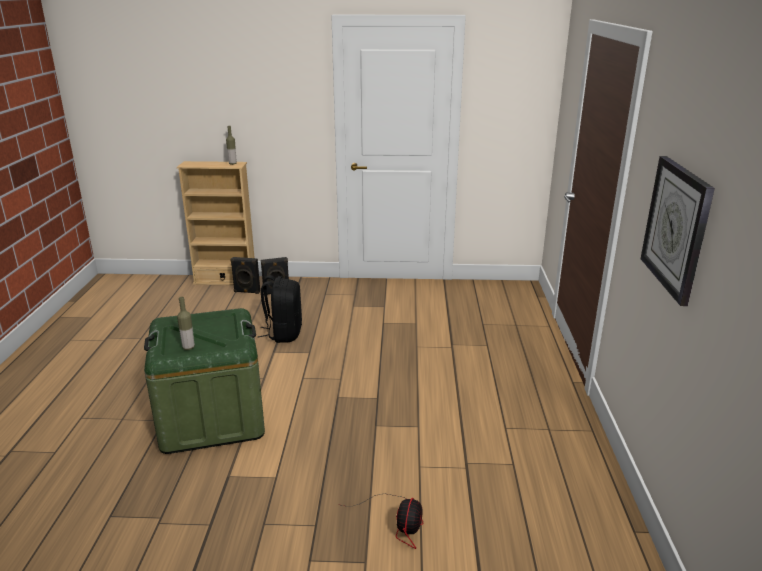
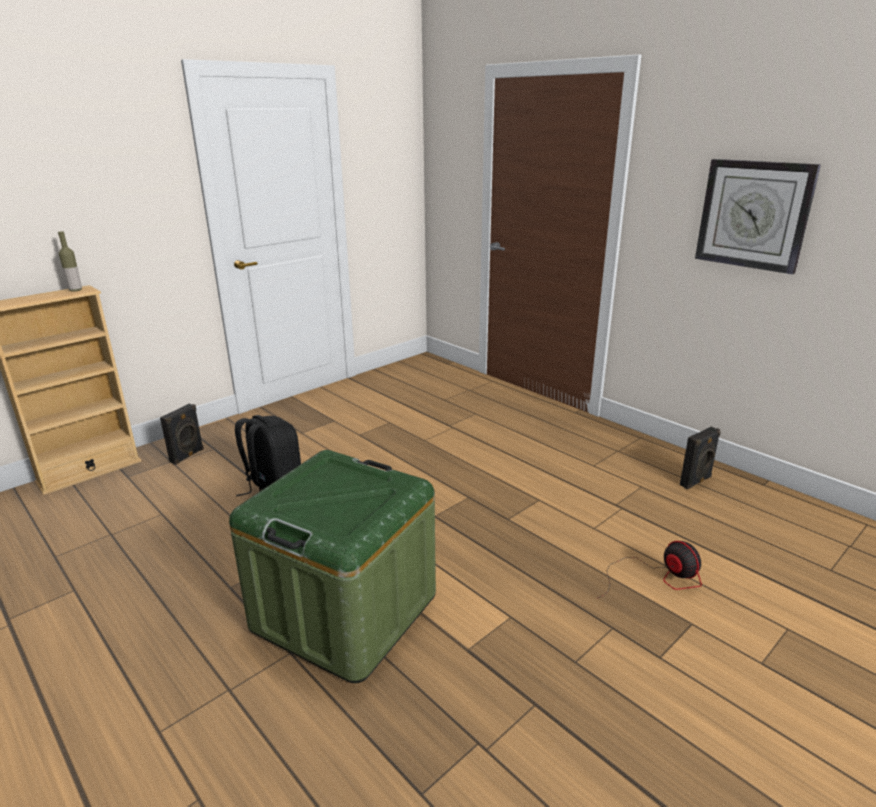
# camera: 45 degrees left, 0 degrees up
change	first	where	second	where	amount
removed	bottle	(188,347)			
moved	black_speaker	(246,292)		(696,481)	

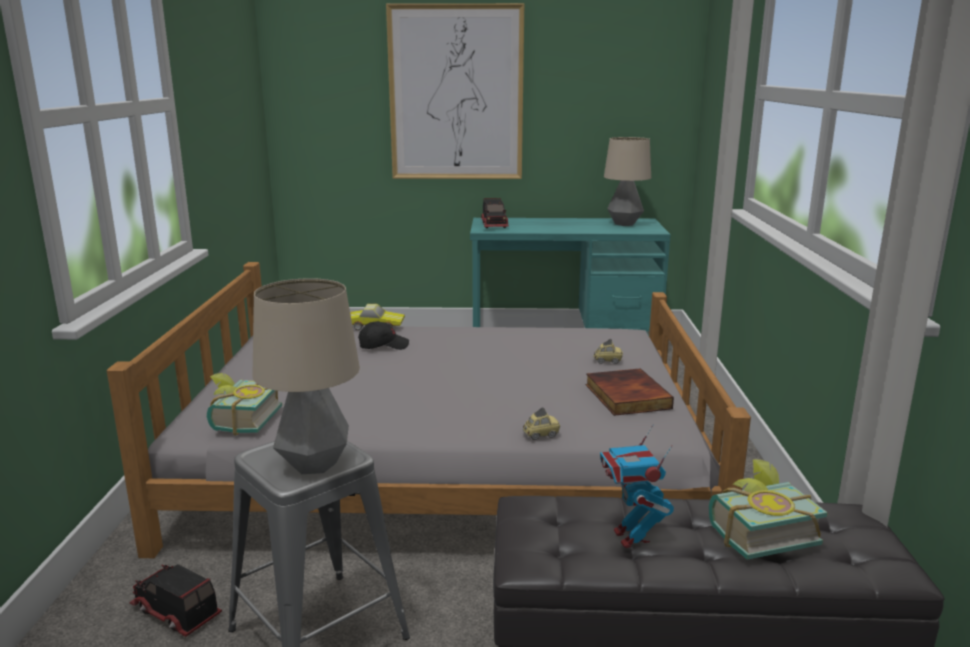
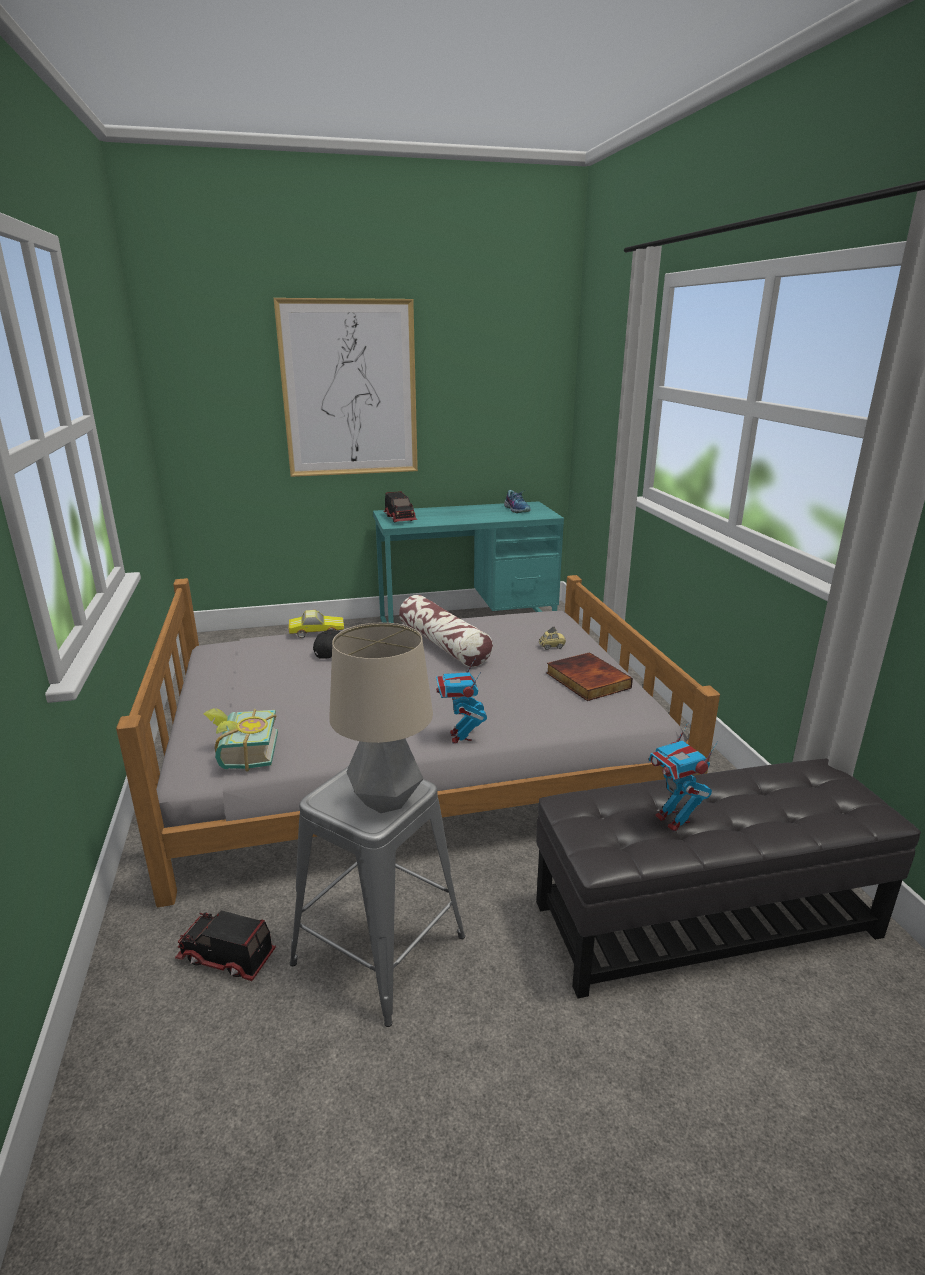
# camera: 15 degrees left, 5 degrees up
change	first	where	second	where	amount
removed	toy_car	(541,435)			
replaced	table_lamp	(624,224)	shoe	(517,509)	
removed	book	(756,532)			
added			pillow	(444,645)	
added			toy_robot	(460,737)	

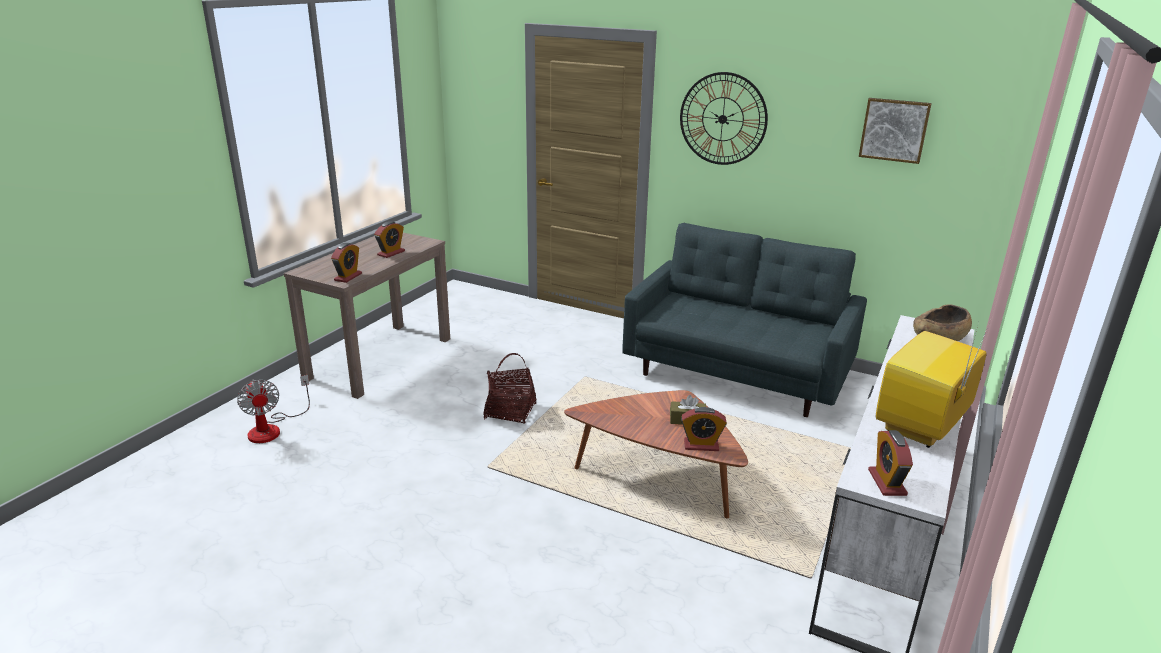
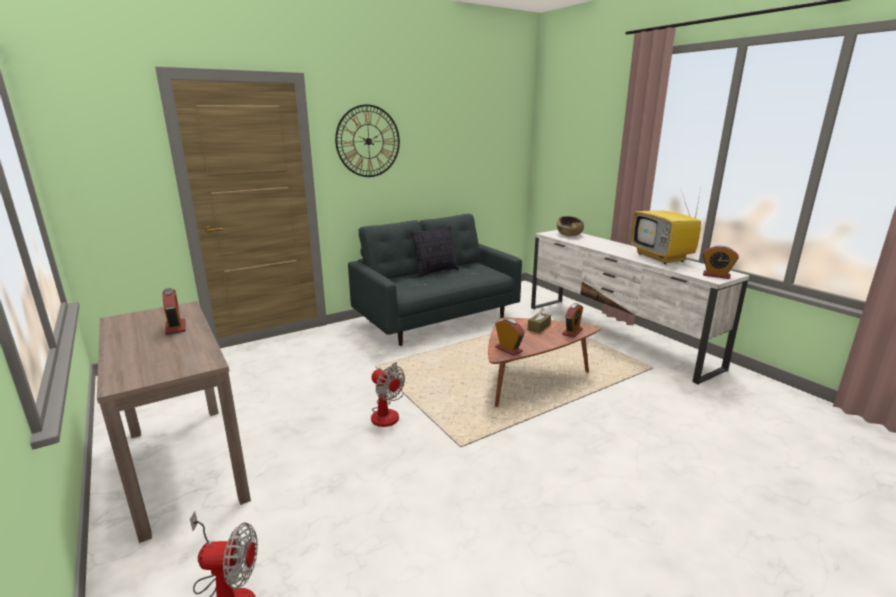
# camera: 60 degrees left, 5 degrees down
change	first	where	second	where	amount
moved	alarm_clock	(348,277)		(508,349)	
replaced	basket	(510,411)	fan	(387,412)	
removed	picture	(894,130)			
added			pillow	(435,272)	

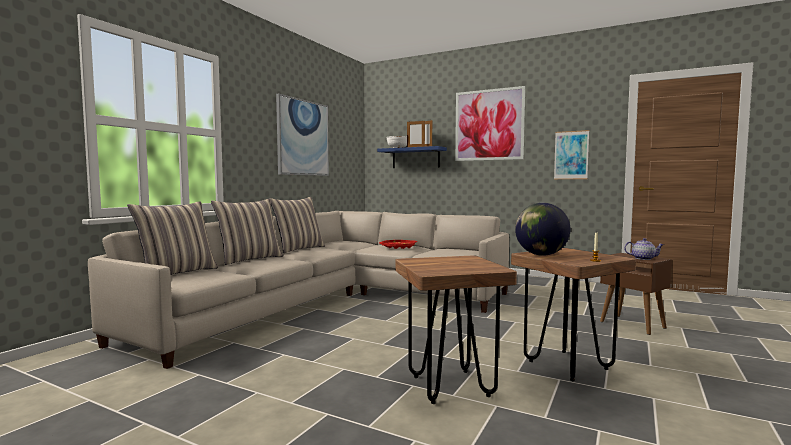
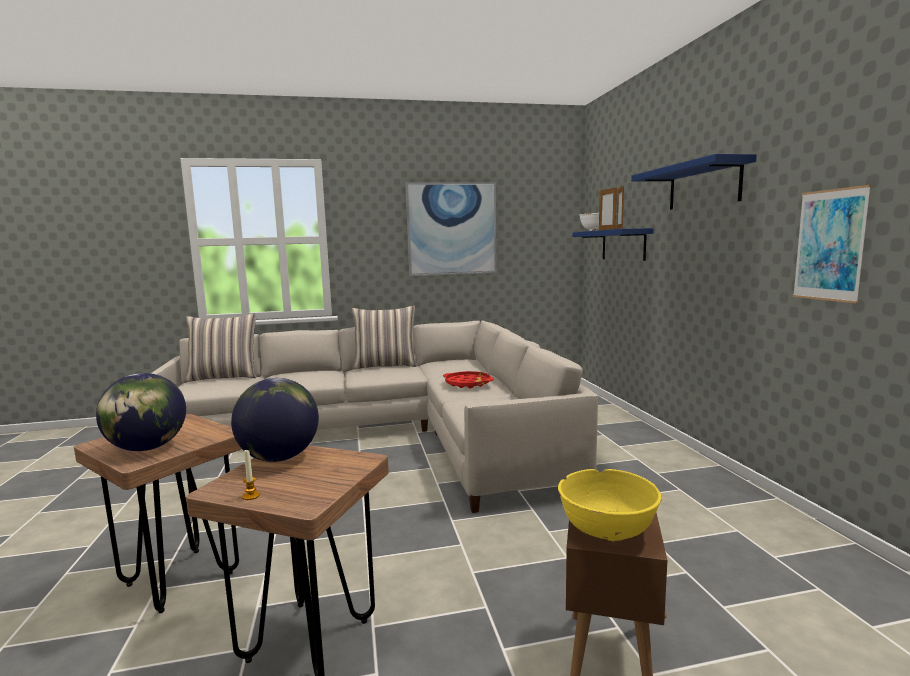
# camera: 50 degrees right, 5 degrees up
change	first	where	second	where	amount
removed	pillow	(249,259)			
replaced	picture	(489,125)	blue_shelf	(703,186)	
replaced	teapot	(643,258)	yellow_bowl	(607,530)	
added			globe	(147,448)	

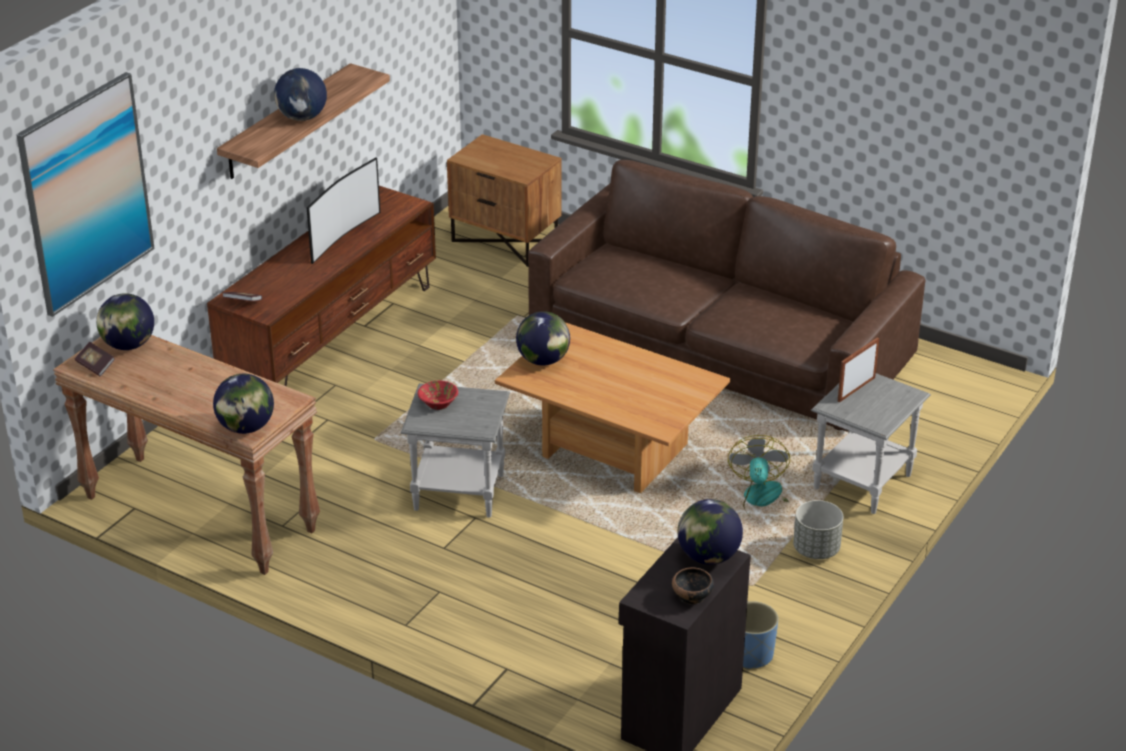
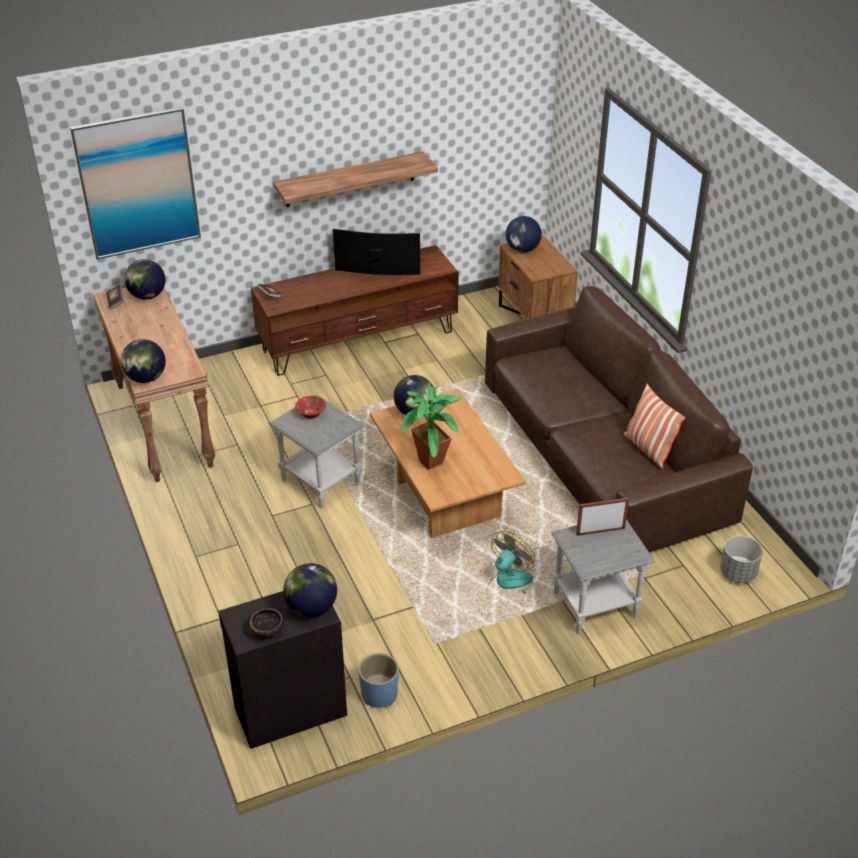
# camera: 35 degrees right, 5 degrees up
change	first	where	second	where	amount
moved	globe	(302,118)		(522,249)	
turned	television	(342,236)		(377,273)	150 degrees counterclockwise
moved	grey_planter	(816,550)		(738,573)	
added			potted_plant	(431,465)	
added			pillow	(648,449)	

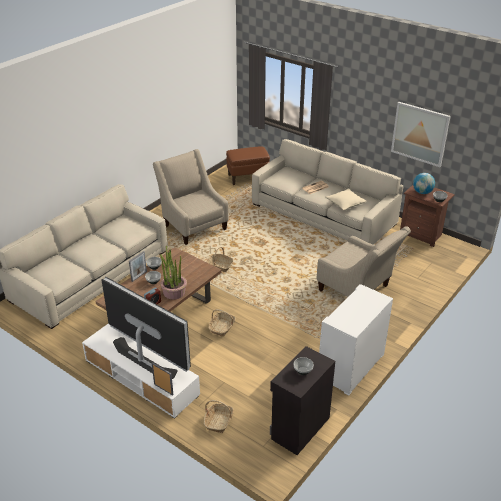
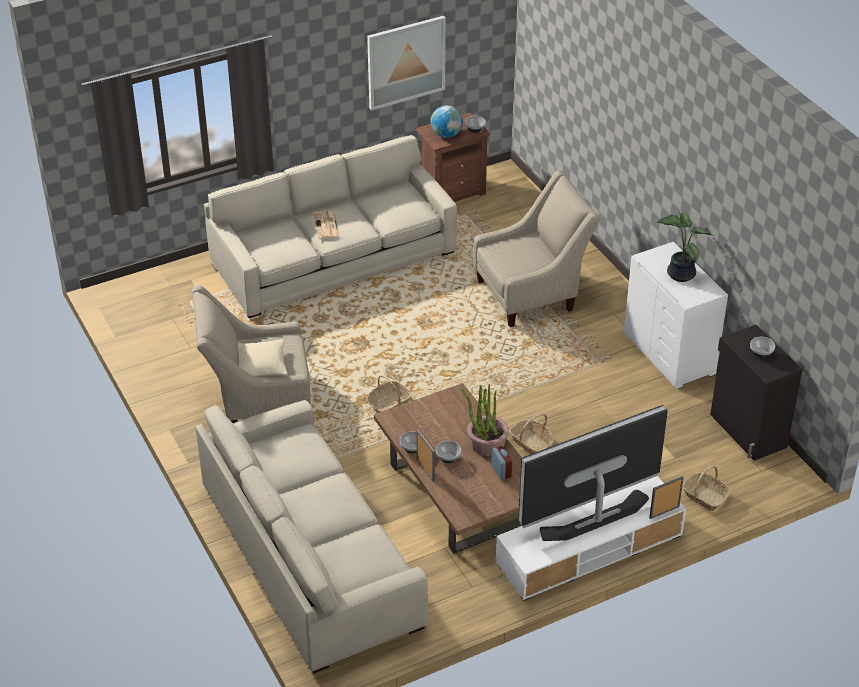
# camera: 65 degrees left, 5 degrees up
change	first	where	second	where	amount
removed	brown_ottoman	(248,177)			
moved	beige_pillow	(345,203)		(260,366)	
added			potted_plant	(679,274)	

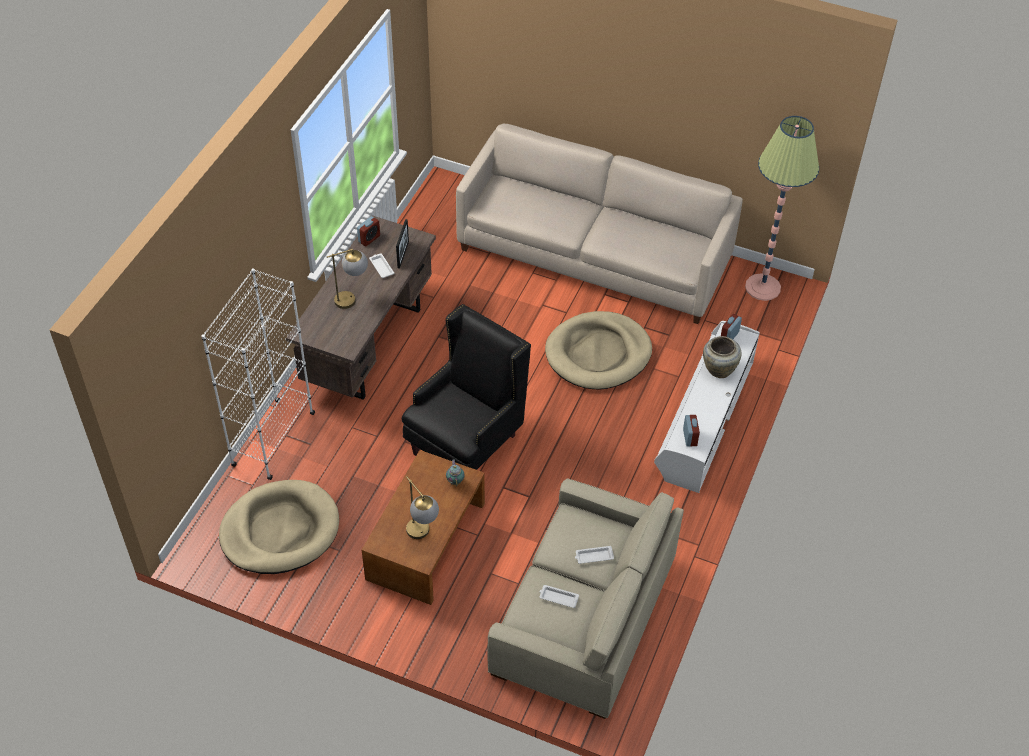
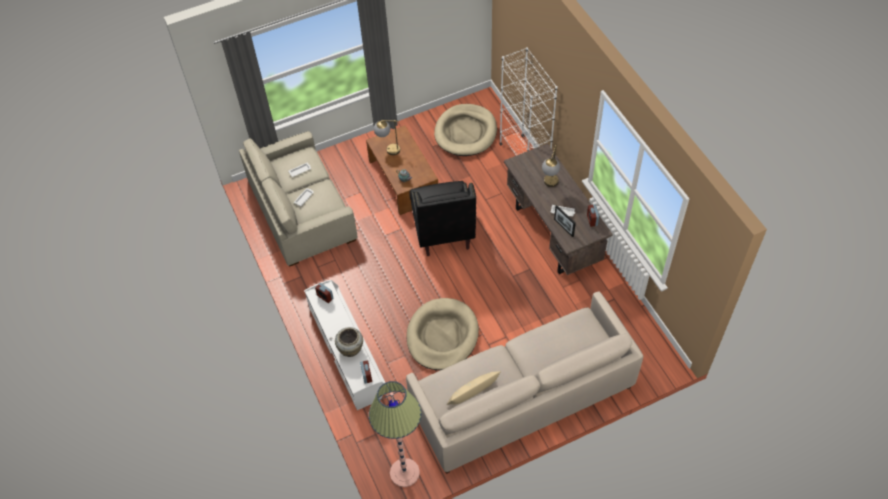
# camera: 135 degrees right, 5 degrees up
change	first	where	second	where	amount
added			beige_pillow	(473,393)	

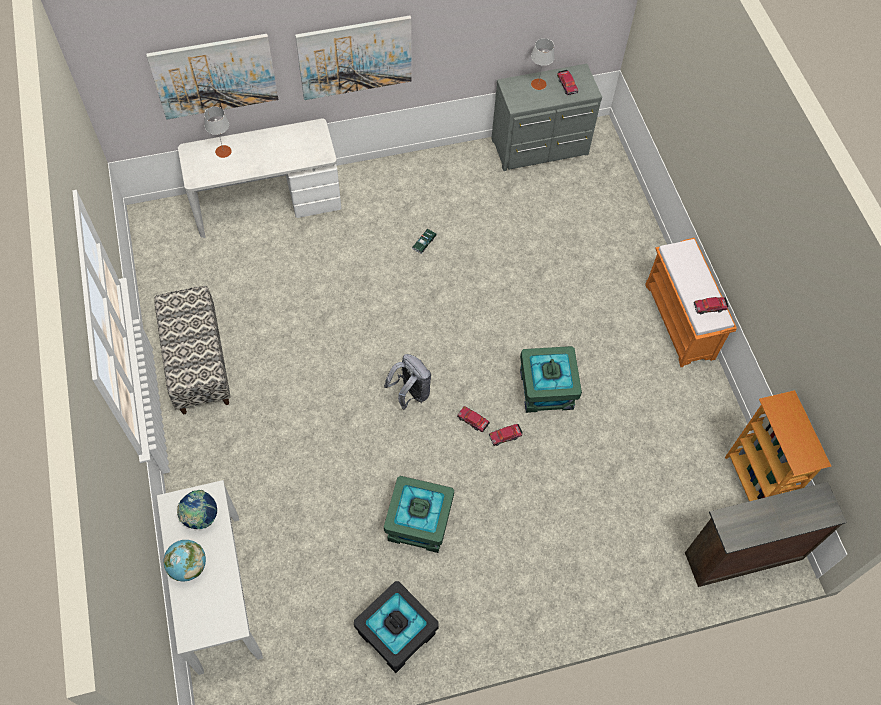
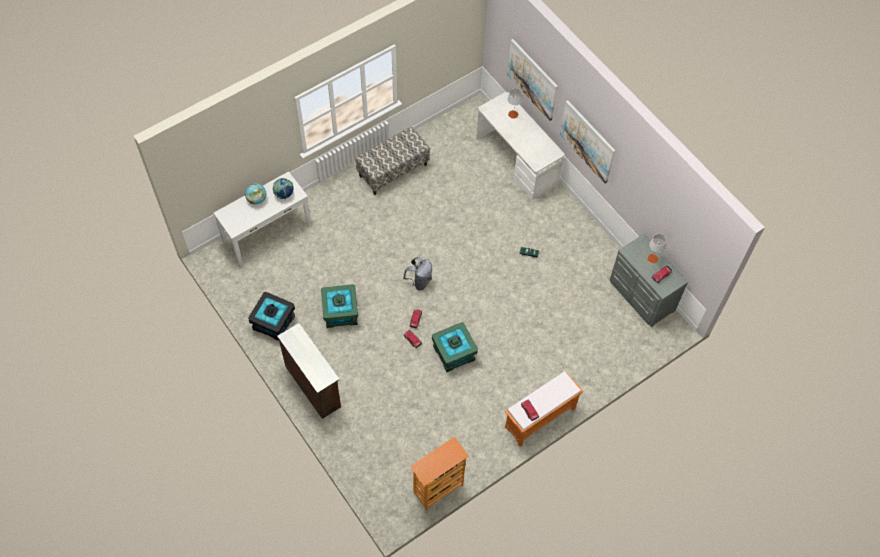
# camera: 70 degrees right, 0 degrees up
change	first	where	second	where	amount
moved	brown_dresser	(742,554)		(313,385)	

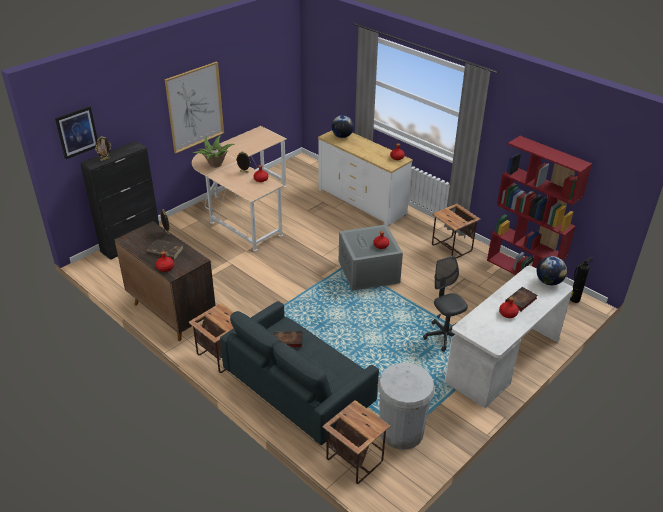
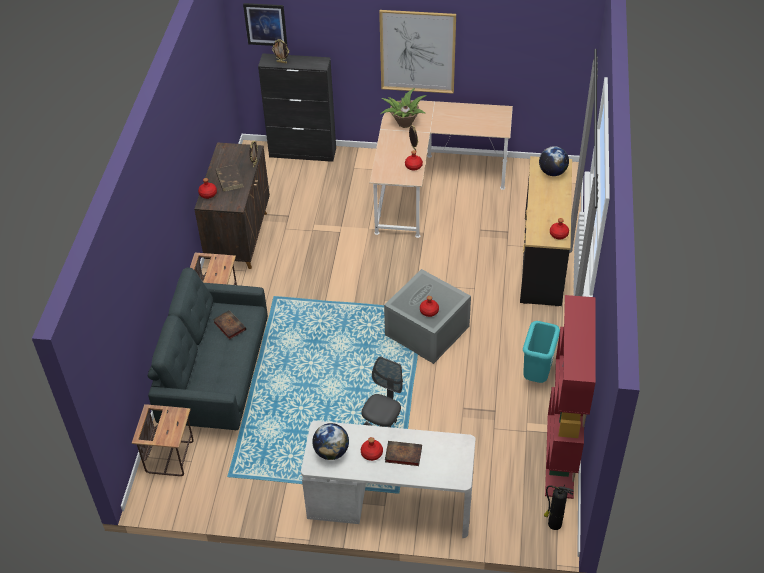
# camera: 55 degrees right, 10 degrees up
change	first	where	second	where	amount
recoloured	white_dresser	(362,201)	black_dresser	(543,259)	
removed	white_trash_can	(401,431)			
replaced	side_table	(452,249)	turquoise_trash_can	(537,375)	
moved	globe	(548,282)		(331,452)	

